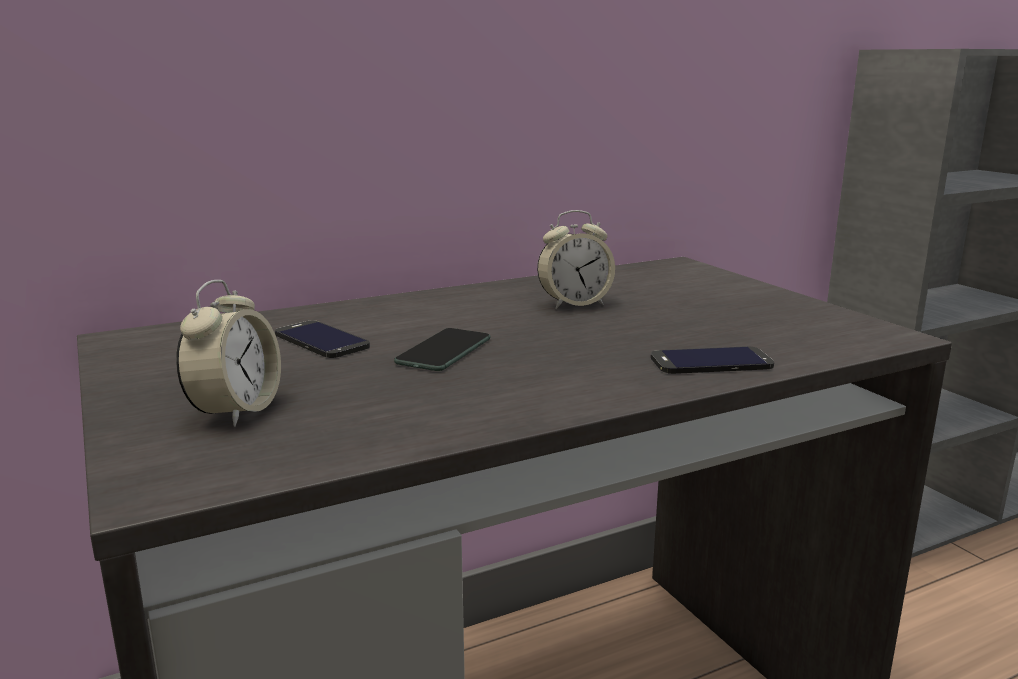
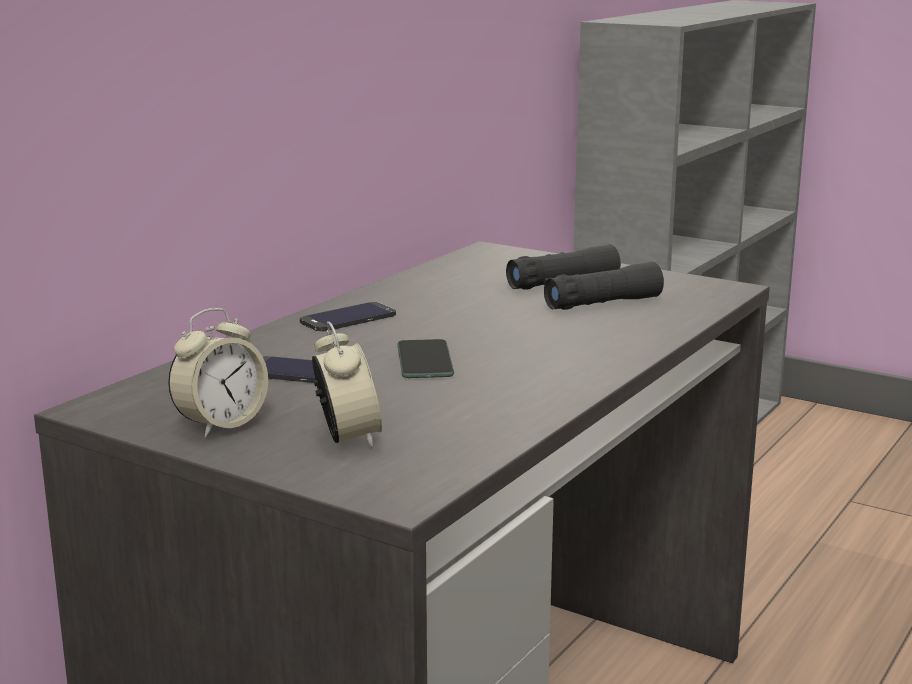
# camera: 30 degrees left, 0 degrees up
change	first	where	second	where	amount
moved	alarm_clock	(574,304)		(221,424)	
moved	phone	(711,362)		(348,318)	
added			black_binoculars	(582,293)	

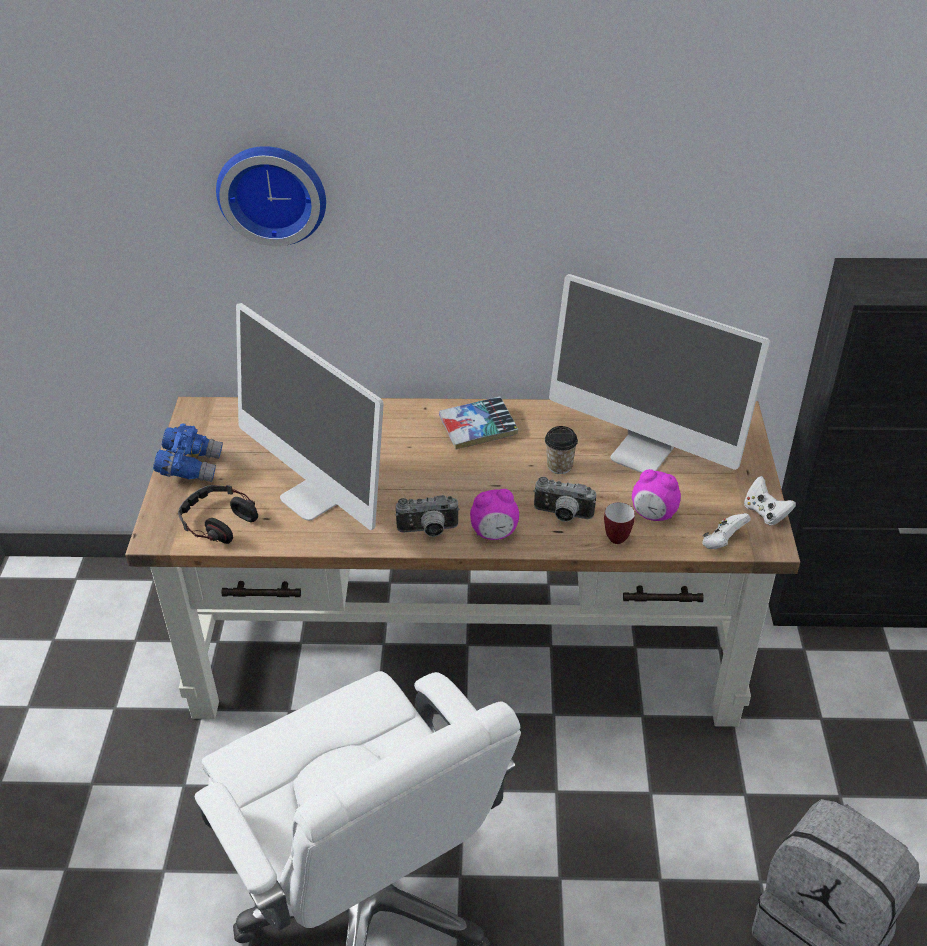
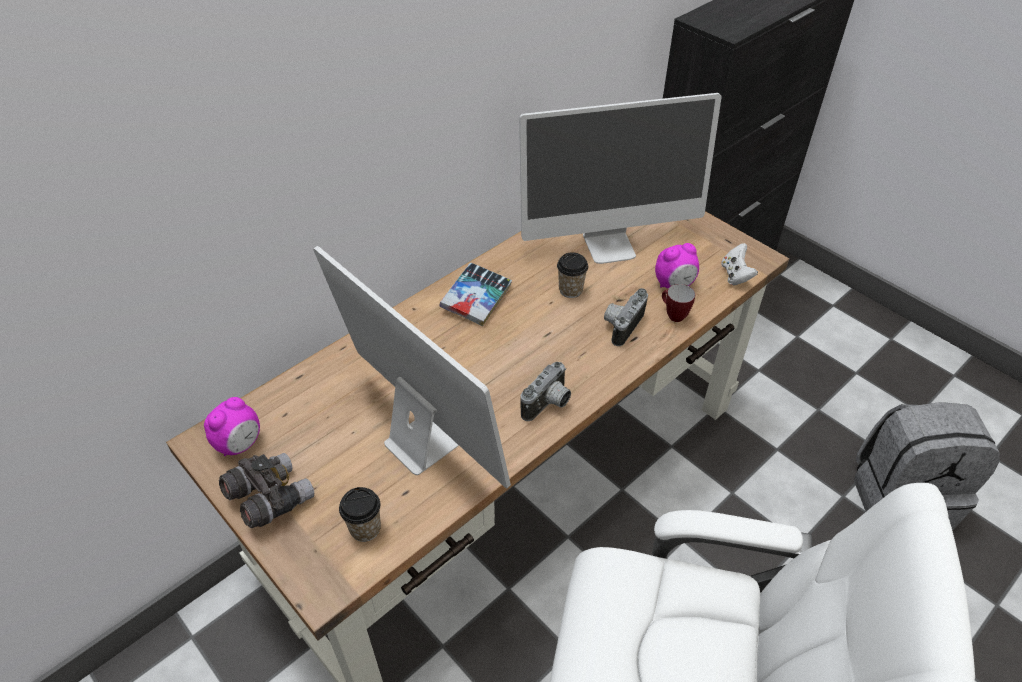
# camera: 45 degrees left, 5 degrees up
change	first	where	second	where	amount
recoloured	blue_binoculars	(190,467)	grey_binoculars	(270,498)	
replaced	headphones	(218,521)	cup	(365,528)	
removed	wall_clock	(272,192)			
turned	monitor	(315,497)		(422,442)	135 degrees counterclockwise
moved	alarm_clock	(494,534)		(240,444)	
turned	photo_camera	(562,515)		(621,325)	150 degrees clockwise
removed	white_game_controller	(765,513)			

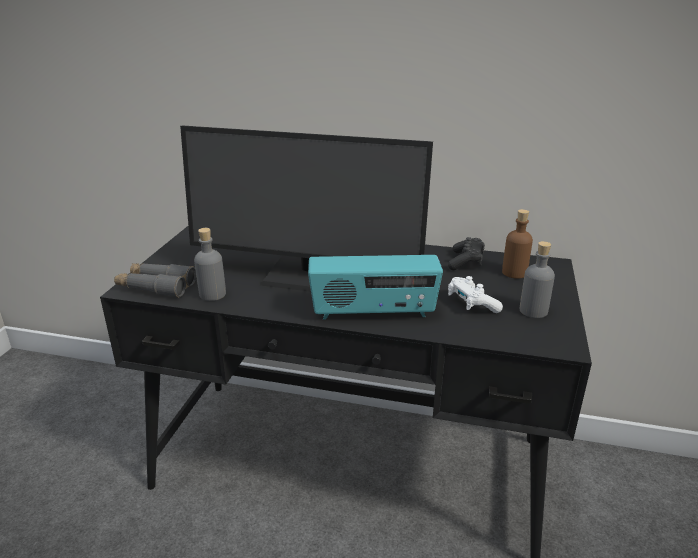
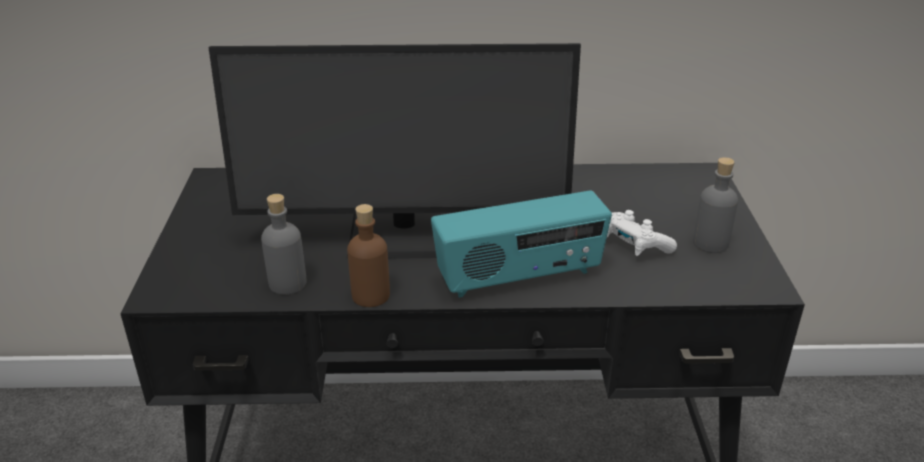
# camera: 15 degrees left, 5 degrees up
change	first	where	second	where	amount
removed	grey_binoculars	(156,286)			
removed	black_game_controller	(466,262)			
moved	brown_bottle	(514,272)		(370,295)	

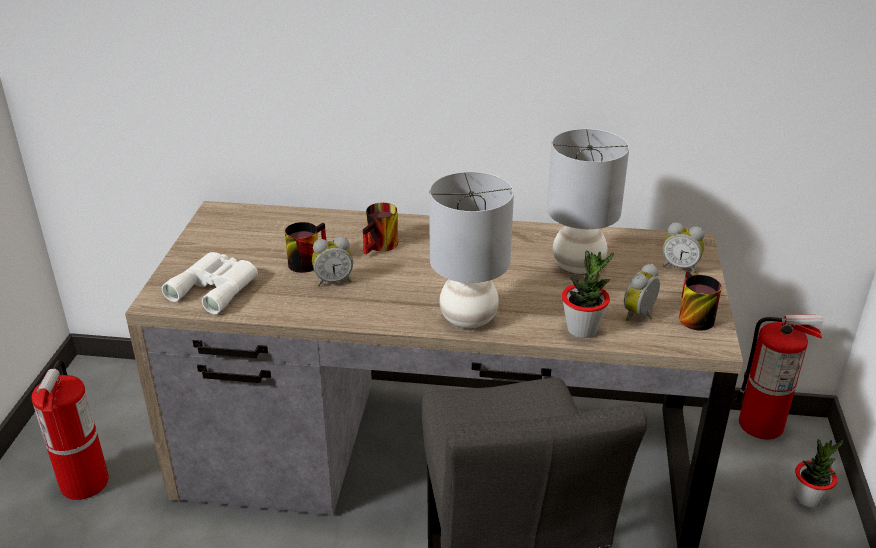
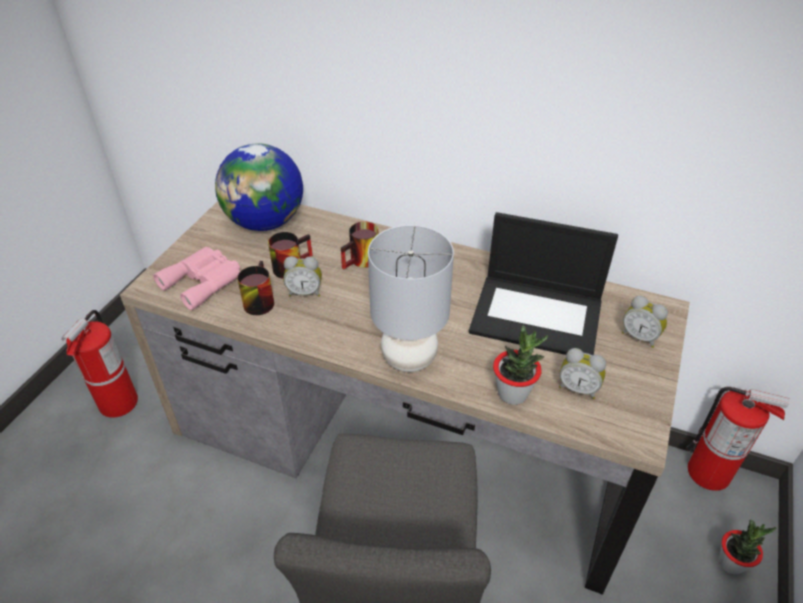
# camera: 15 degrees right, 10 degrees up
change	first	where	second	where	amount
recoloured	white_binoculars	(216,287)	pink_binoculars	(204,281)	
replaced	grey_table_lamp	(578,265)	laptop	(538,316)	
turned	alarm_clock	(641,315)		(578,388)	120 degrees counterclockwise
moved	mug	(690,316)		(257,300)	
added			globe	(266,222)	

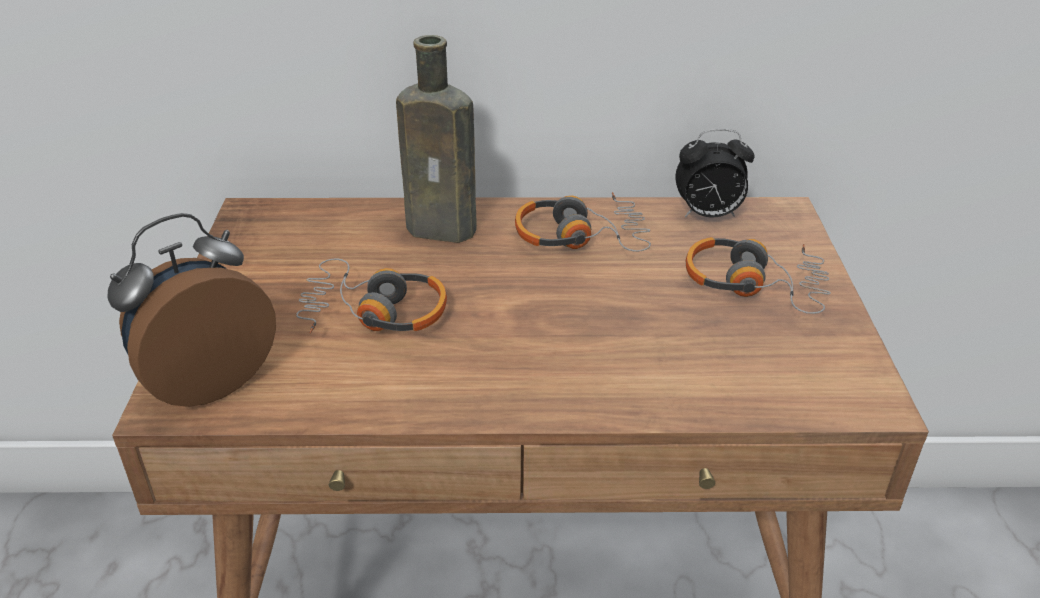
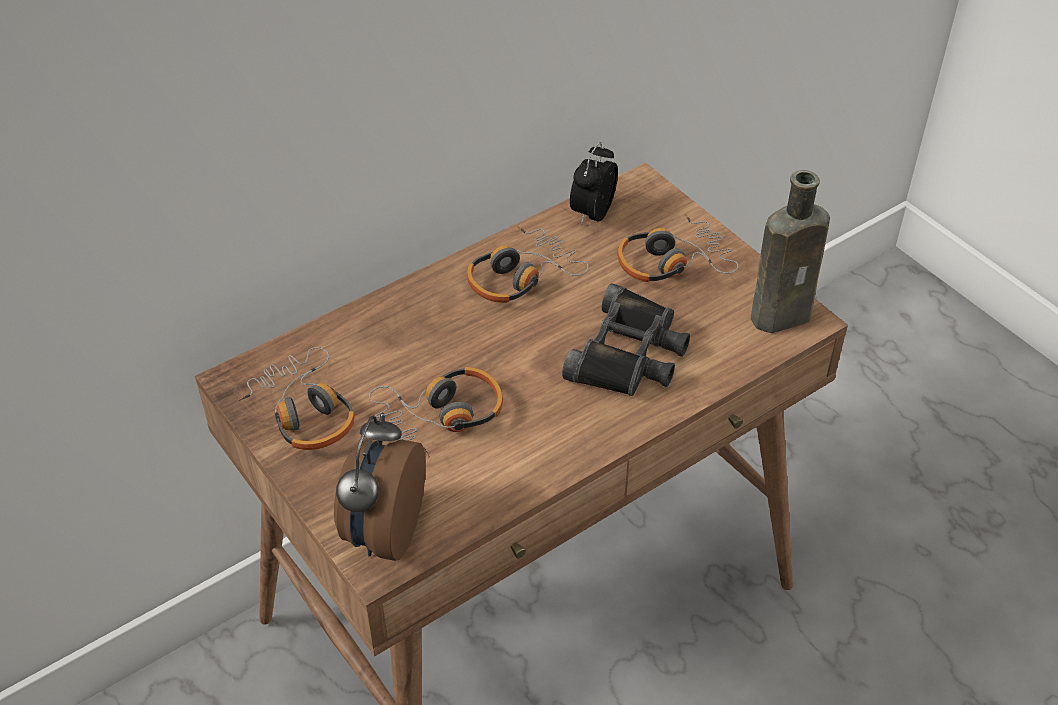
# camera: 35 degrees left, 10 degrees up
change	first	where	second	where	amount
moved	brown_bottle	(446,230)		(785,314)	
turned	alarm_clock	(707,215)		(592,213)	150 degrees clockwise
added			headphones	(304,411)	
added			black_binoculars	(629,354)	

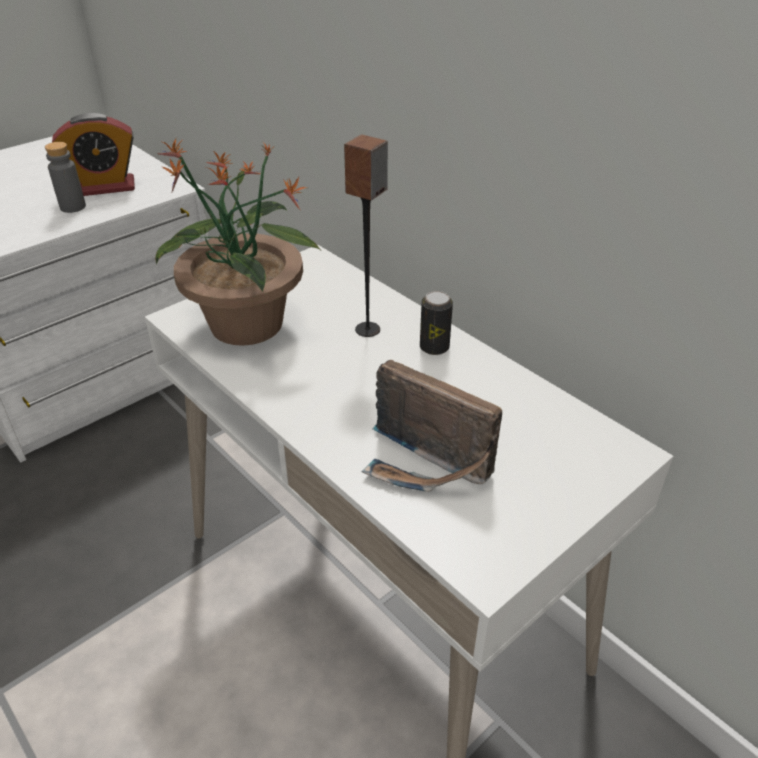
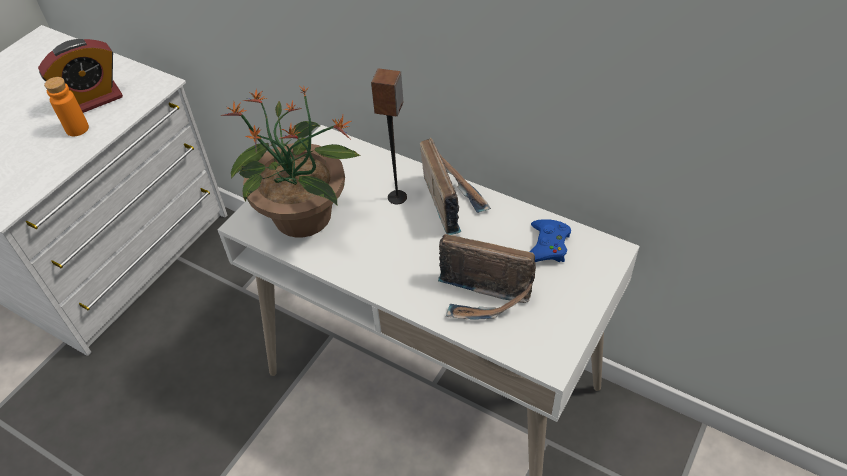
# camera: 15 degrees left, 10 degrees up
change	first	where	second	where	amount
recoloured	grey_bottle	(73,207)	orange_bottle	(77,129)	
replaced	can	(434,347)	radio	(452,200)	
added			blue_game_controller	(547,246)	

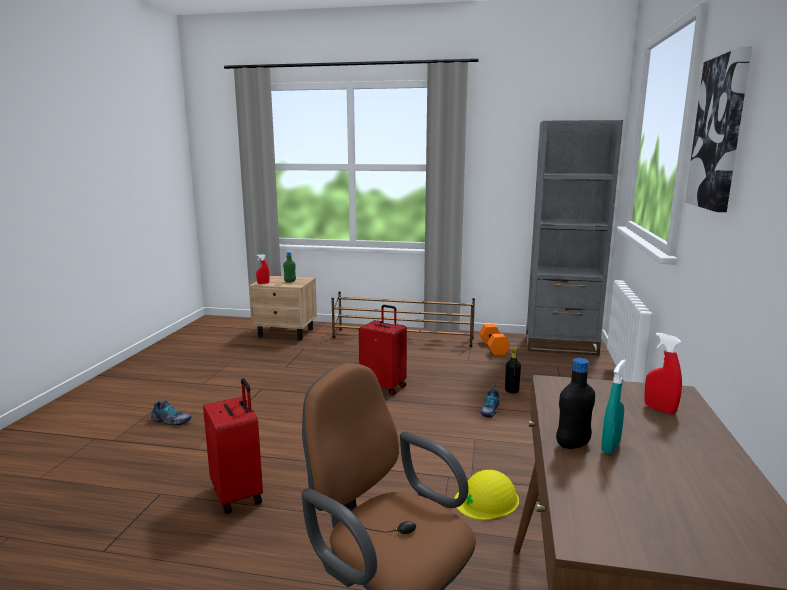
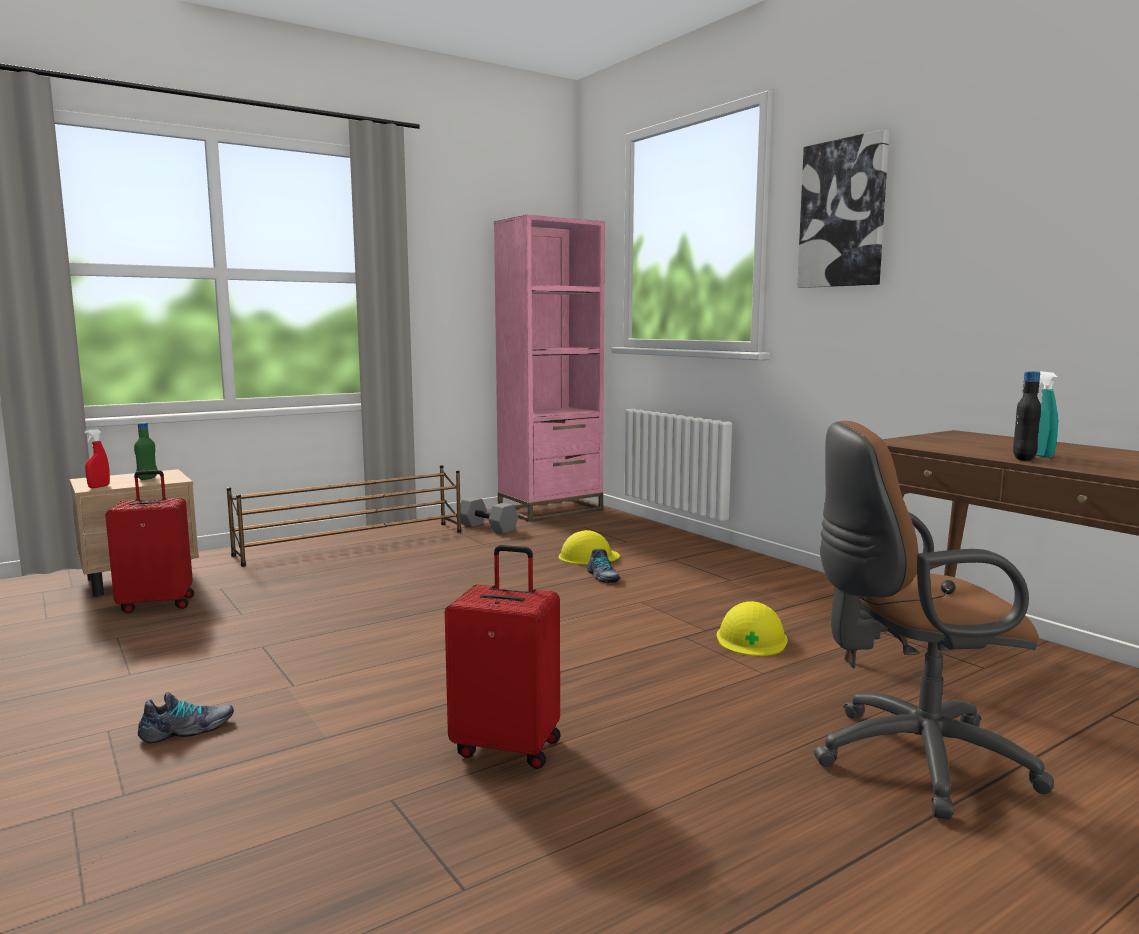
# camera: 45 degrees left, 5 degrees down
change	first	where	second	where	amount
moved	red_suitcase	(384,386)		(157,604)	
recoloured	orange_dumbbell	(494,348)	grey_dumbbell	(488,527)	
replaced	black_bottle	(511,391)	yellow_hard_hat	(588,556)	
recoloured	grey_bookcase	(561,345)	pink_bookcase	(550,510)	
removed	red_spray_bottle	(659,409)			

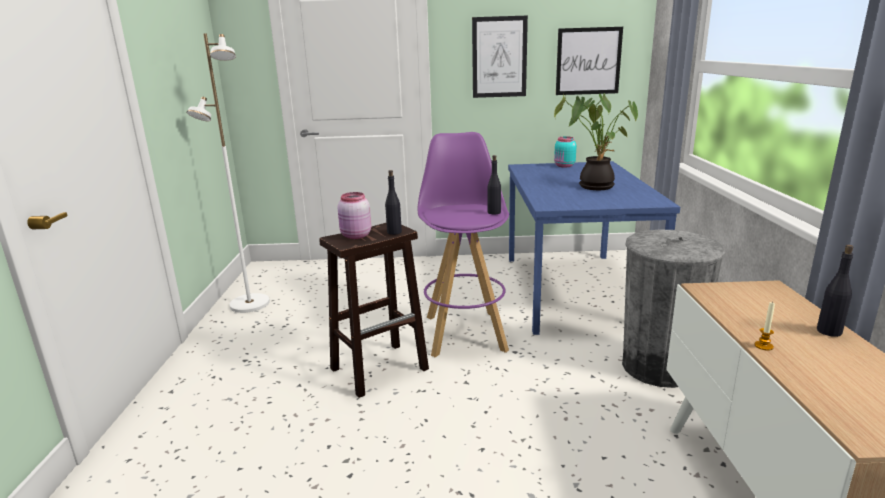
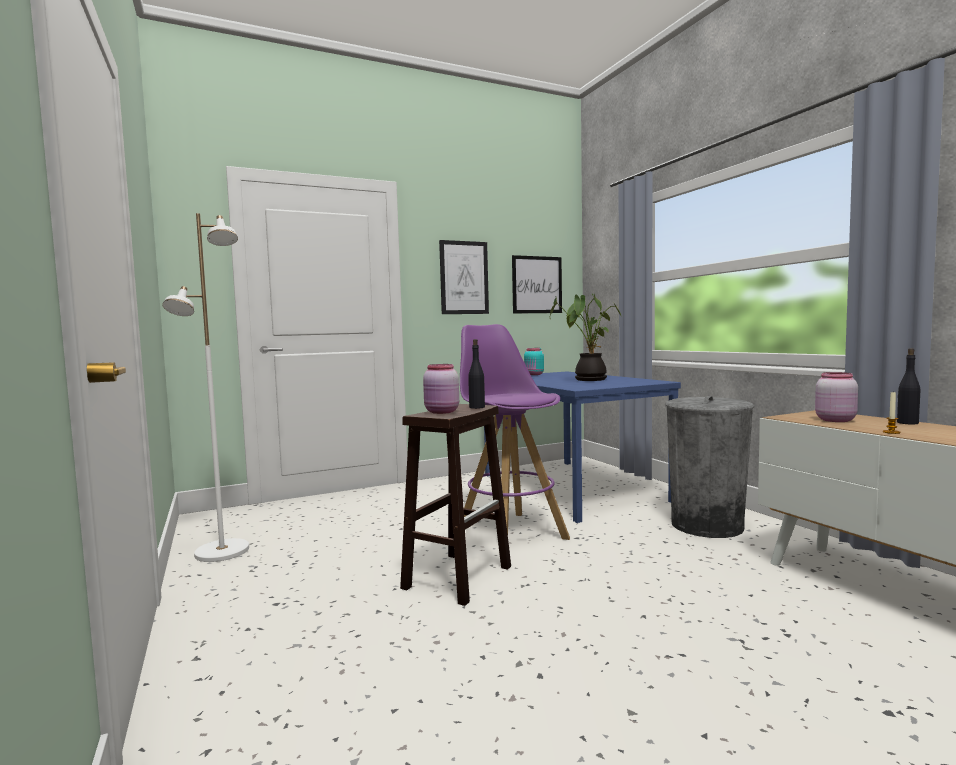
# camera: 25 degrees left, 15 degrees down
change	first	where	second	where	amount
removed	black_bottle	(494,212)			
added			pink_jar	(834,420)	

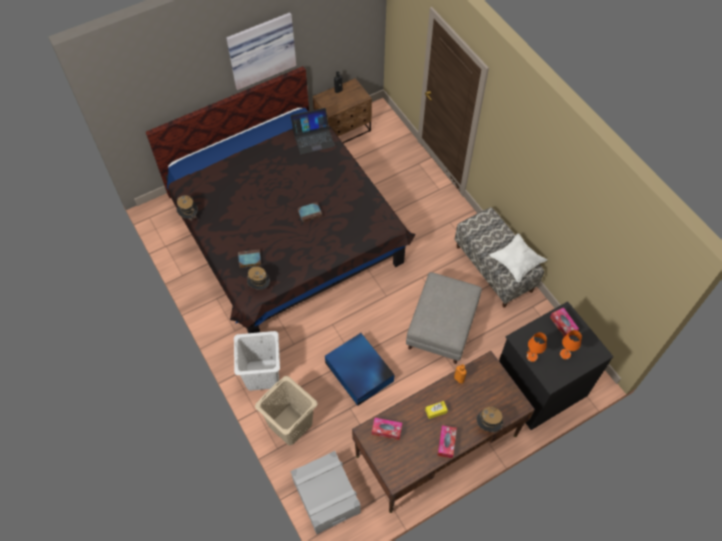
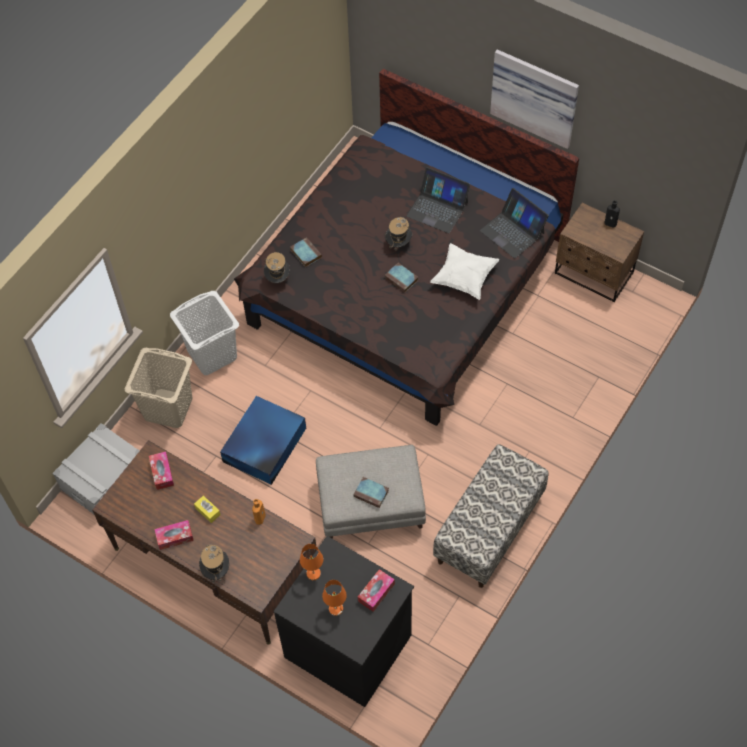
# camera: 65 degrees right, 0 degrees up
change	first	where	second	where	amount
moved	hat	(189,216)		(398,244)	
moved	white_pillow	(516,262)		(464,278)	
added			book	(372,493)	
added			laptop	(437,208)	

